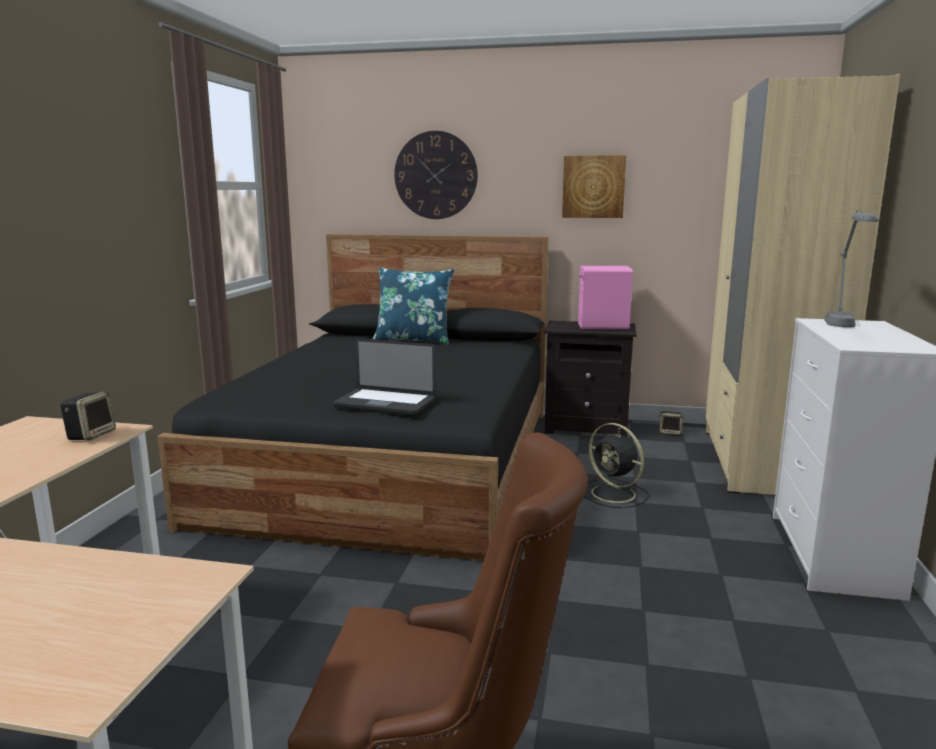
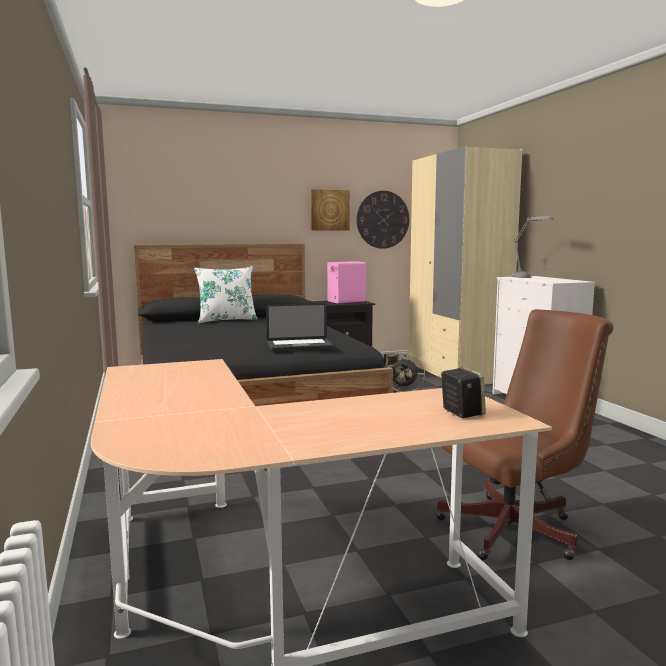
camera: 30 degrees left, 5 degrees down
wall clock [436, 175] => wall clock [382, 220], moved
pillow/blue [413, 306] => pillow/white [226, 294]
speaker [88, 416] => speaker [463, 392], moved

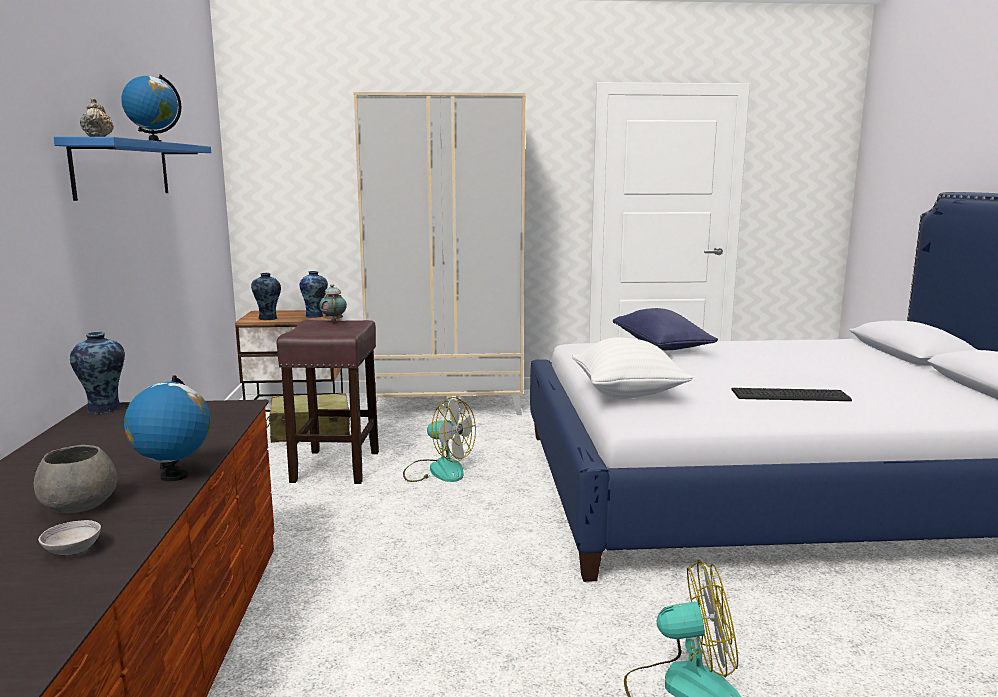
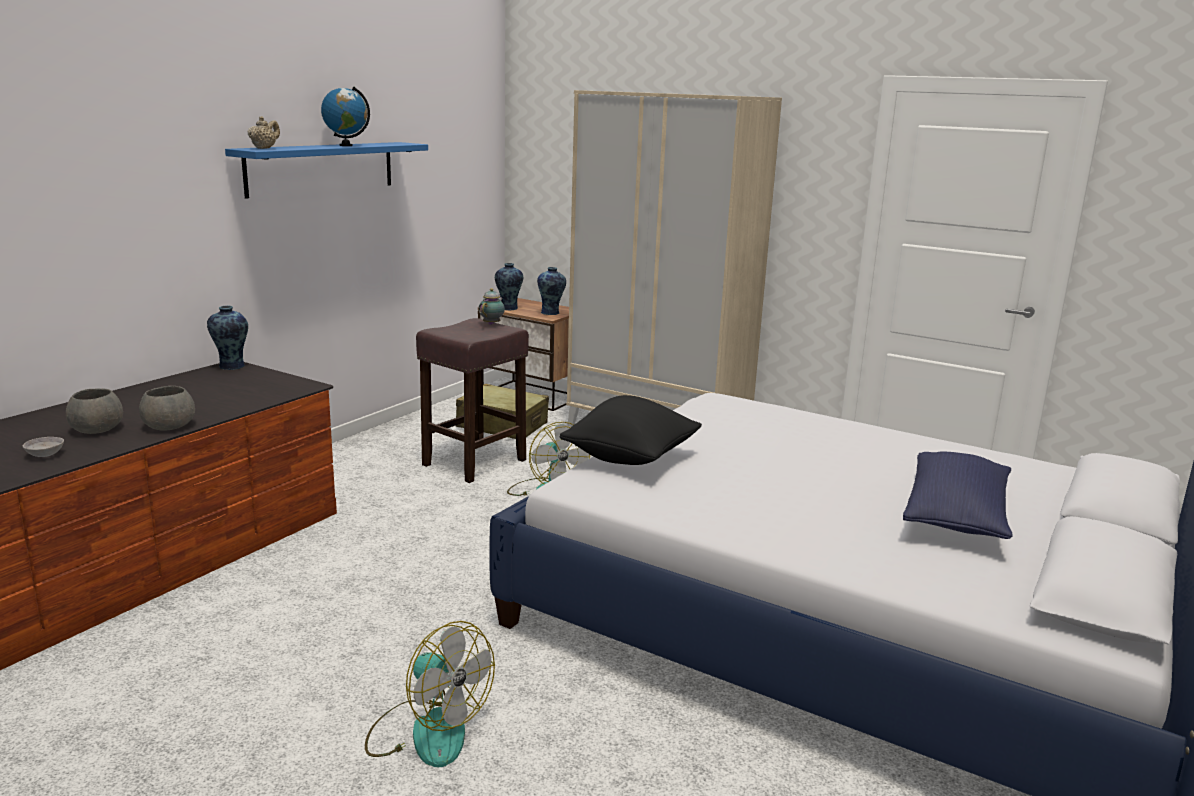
camera: 35 degrees right, 5 degrees up
pillow/blue [665, 329] => pillow/blue [958, 495], moved
pillow/white [632, 368] => pillow/black [630, 430]
globe [167, 428] => bowl/grey [167, 408]
keyboard [791, 394] => nothing

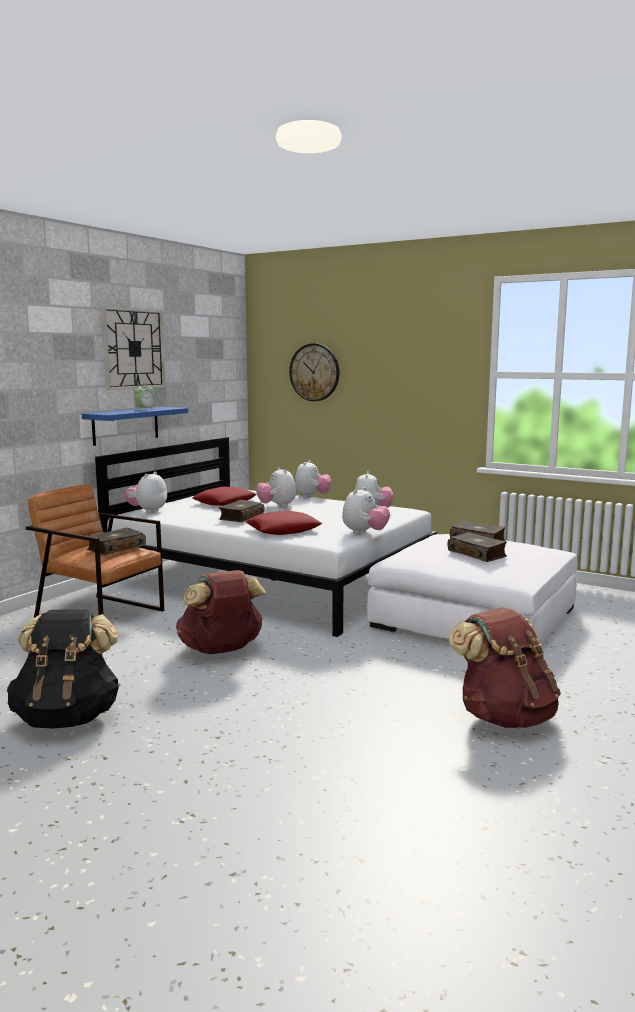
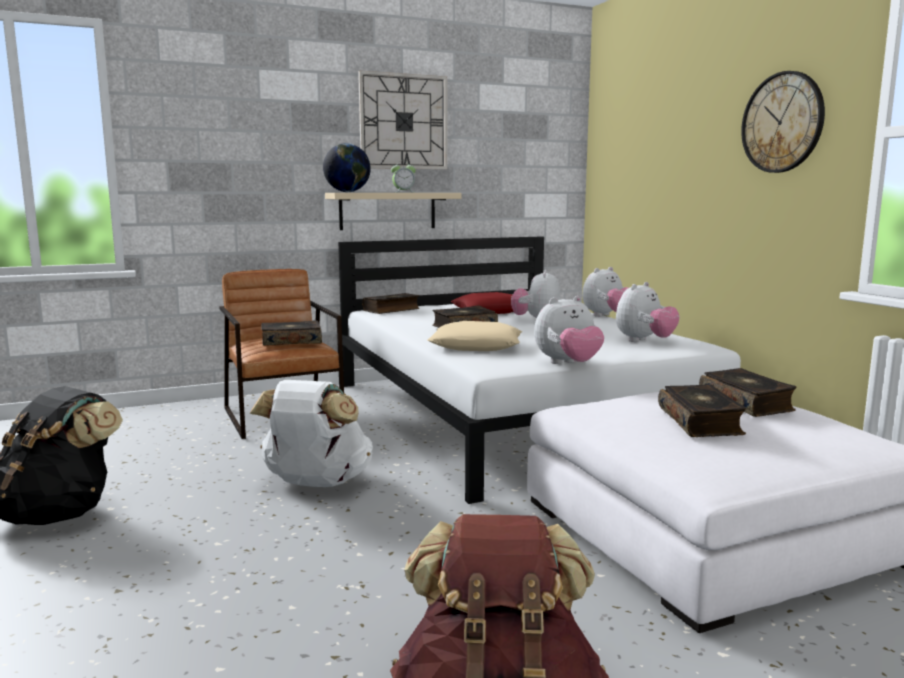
camera: 35 degrees right, 0 degrees up
wall clock [314, 372] => wall clock [783, 122], moved
shelf/blue [135, 426] => shelf/beige [393, 211]
plush toy [145, 492] => book [391, 303]
pillow/red [283, 523] => pillow/beige [474, 336]
backpack/brown [221, 612] => backpack/white [311, 433]
nothing => globe [347, 167]

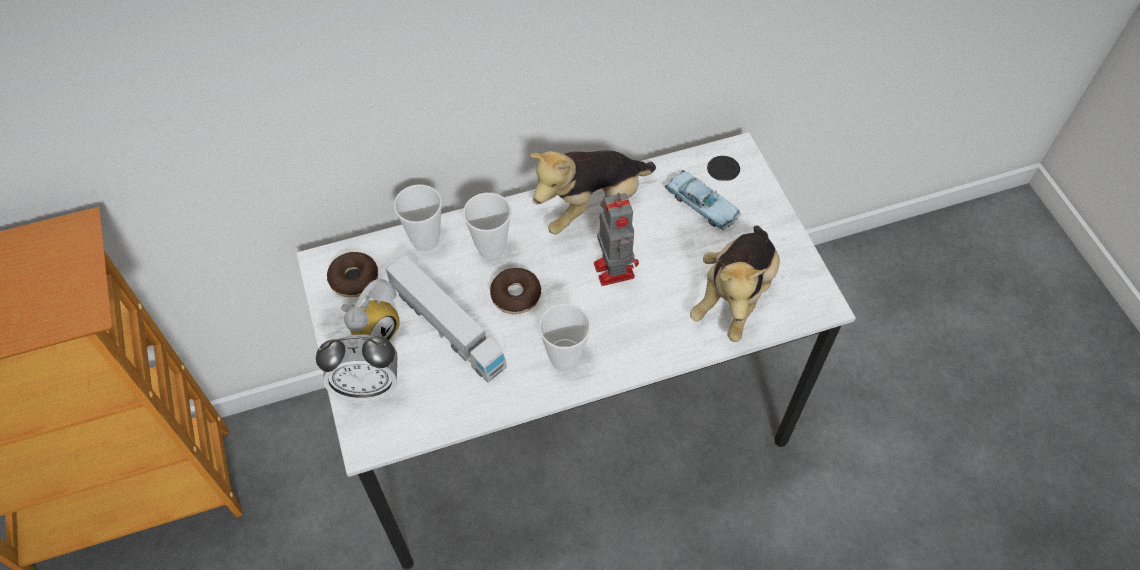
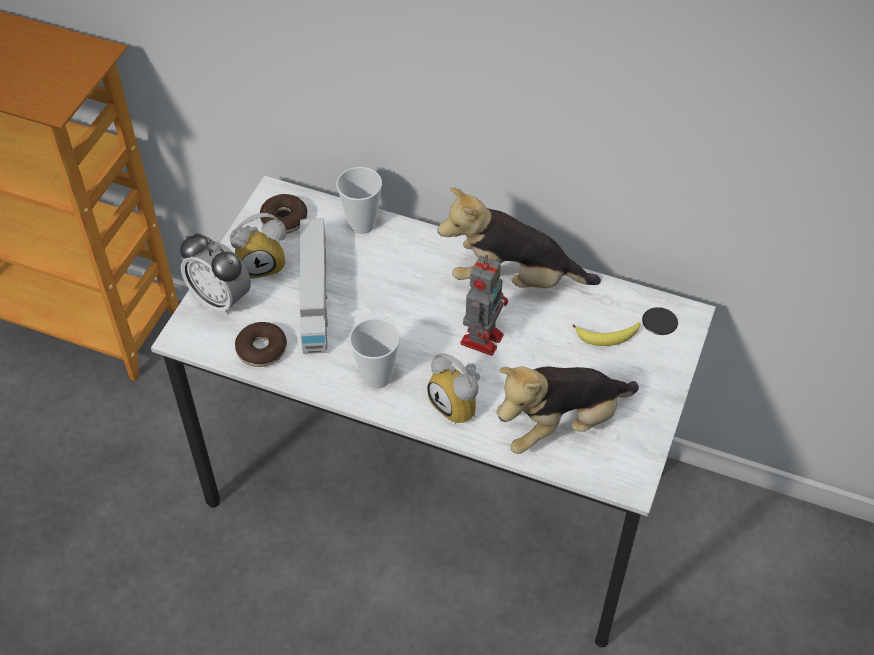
camera: 40 degrees right, 5 degrees down
toy car/blue [702, 200] => banana [607, 334]
cup [487, 226] => nothing
donut [515, 291] => donut [261, 344], moved
nothing => alarm clock [453, 389]

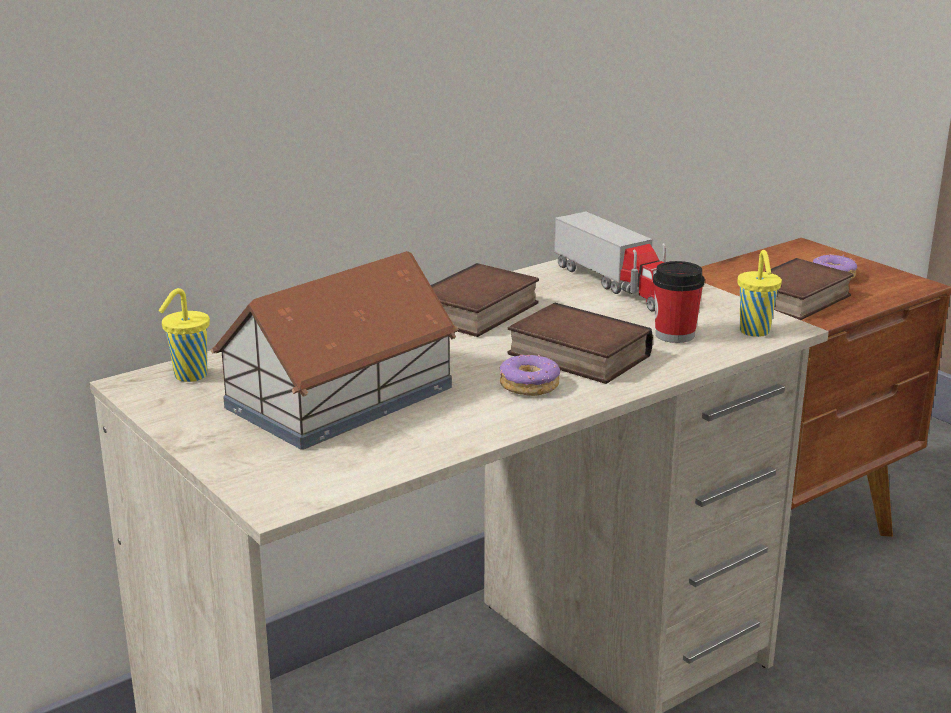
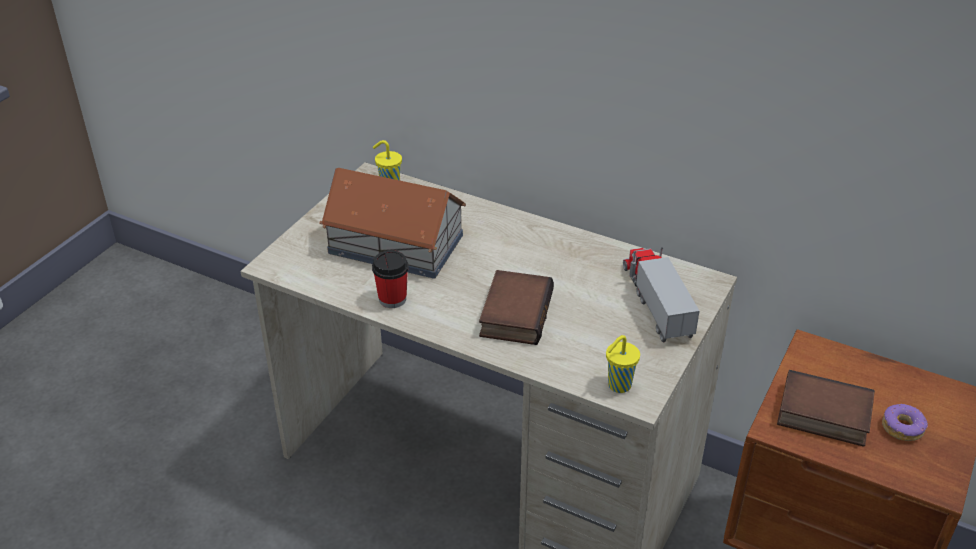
camera: 65 degrees right, 15 degrees up
toy truck [610, 261] => toy truck [661, 294], 135 degrees clockwise
cup [679, 302] => cup [390, 279], moved
book [485, 300] => nothing
donut [530, 375] => nothing

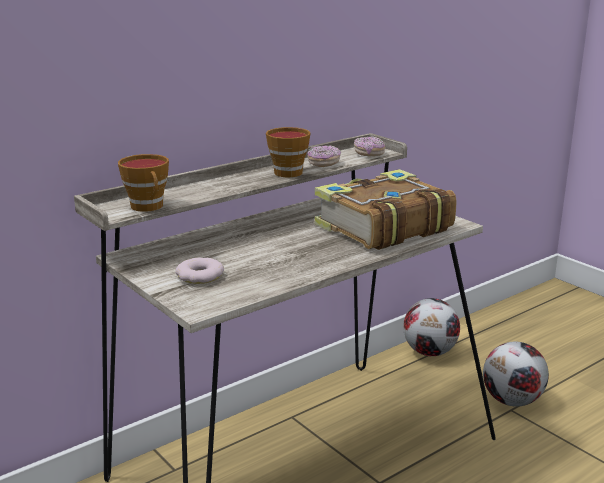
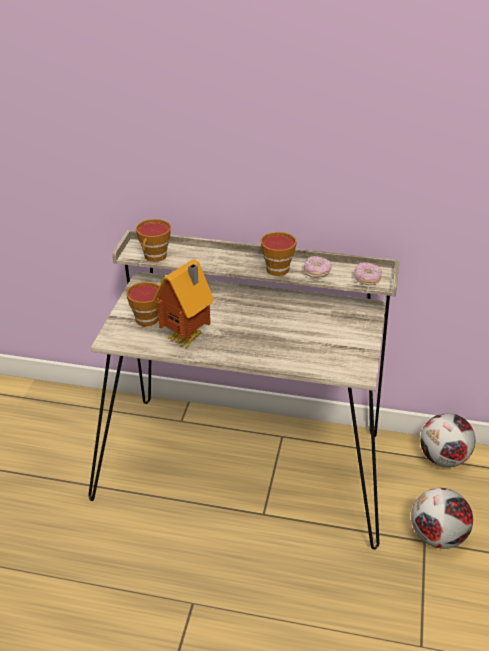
camera: 50 degrees right, 15 degrees up
book [385, 209] => nothing
donut [199, 271] => cup [143, 304]
nothing => toy house [183, 303]

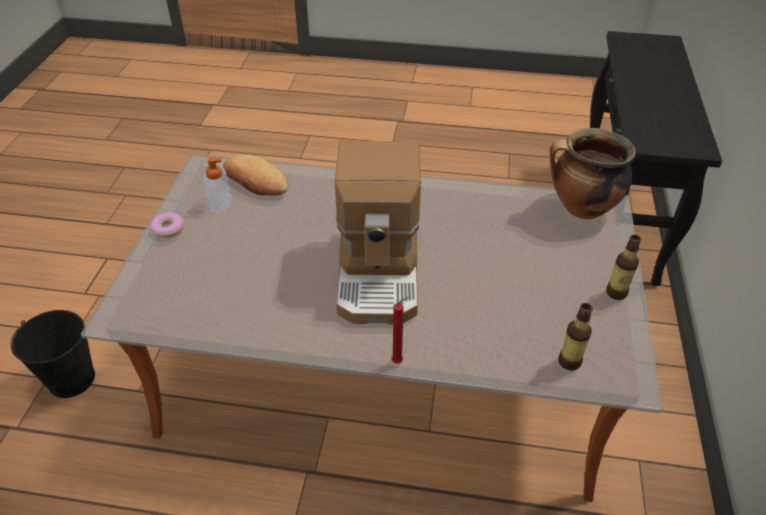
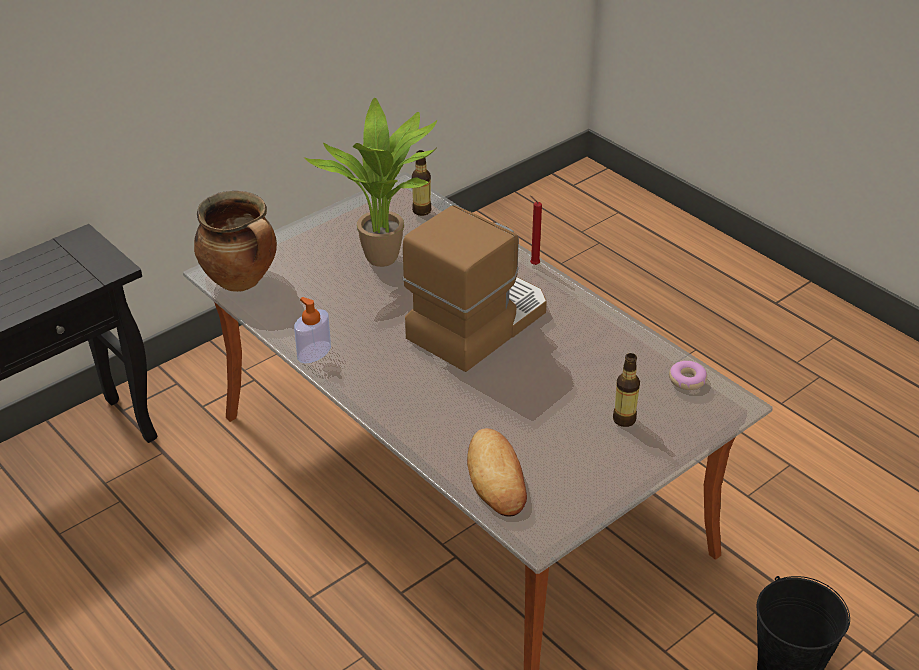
camera: 140 degrees left, 5 degrees down
soap dispenser [217, 185] => soap dispenser [312, 330], moved
donut [167, 225] => donut [688, 375], moved
bottle [623, 267] => bottle [626, 390], moved
nothing => potted plant [370, 182]

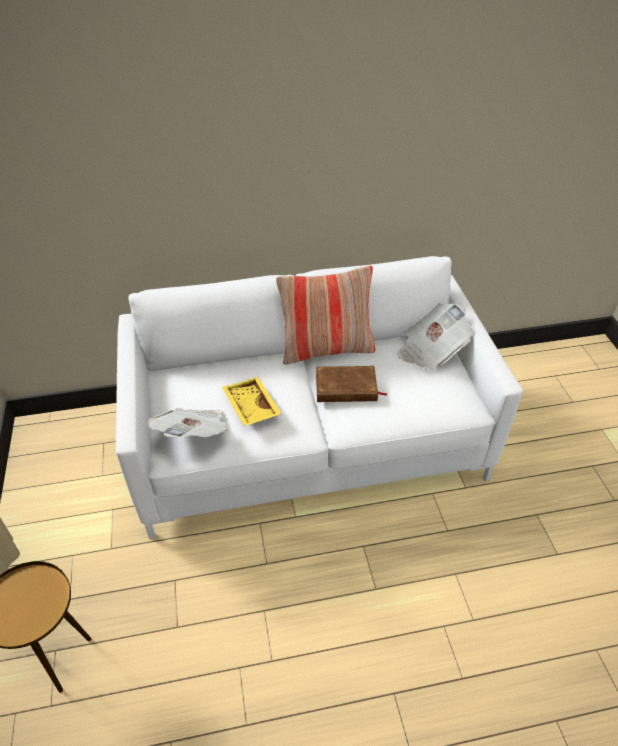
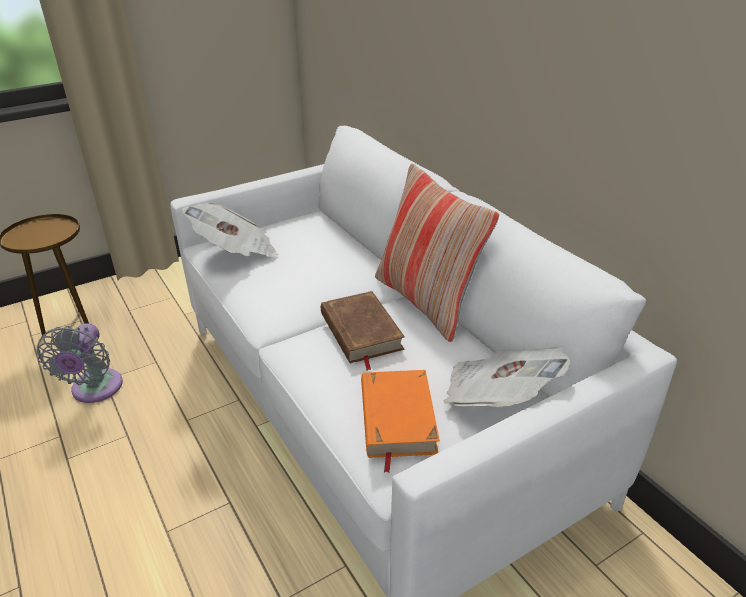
camera: 70 degrees right, 10 degrees down
tray/yellow [252, 401] => nothing
nothing => fan/grey [79, 363]
nothing => book/orange [400, 421]

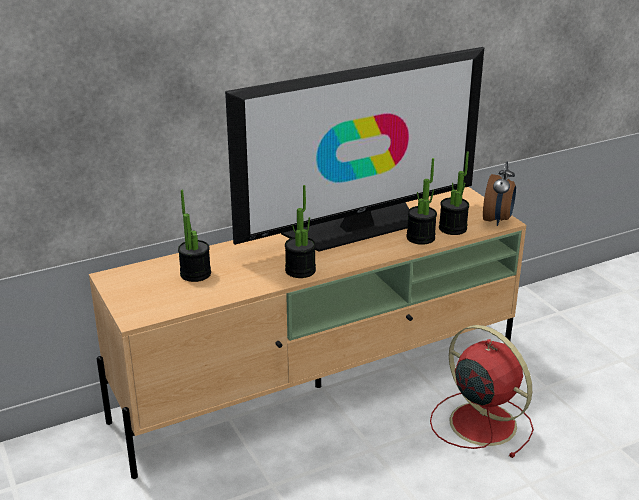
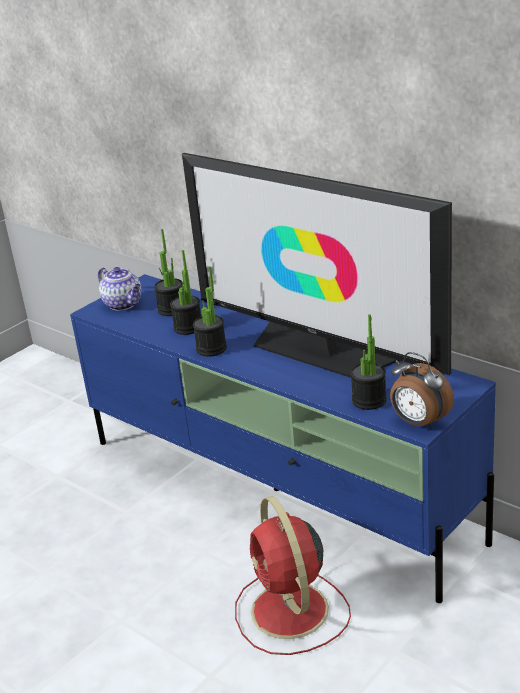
camera: 70 degrees right, 0 degrees up
potted plant [421, 201] => potted plant [185, 292], moved
alarm clock [499, 193] => alarm clock [422, 390], 45 degrees clockwise
tv stand/beige [307, 333] => tv stand/blue [283, 438]
fan/red [482, 391] => fan/red [293, 575], 135 degrees clockwise
nothing => teapot [120, 289]

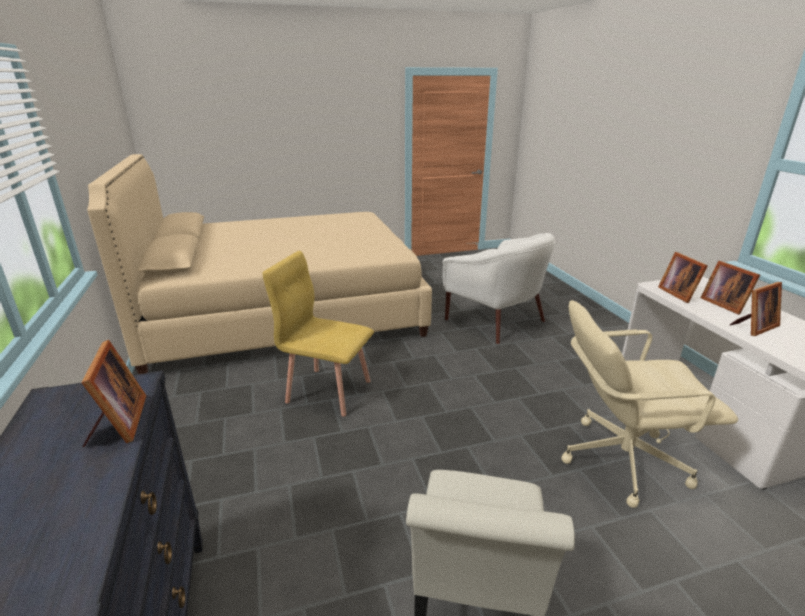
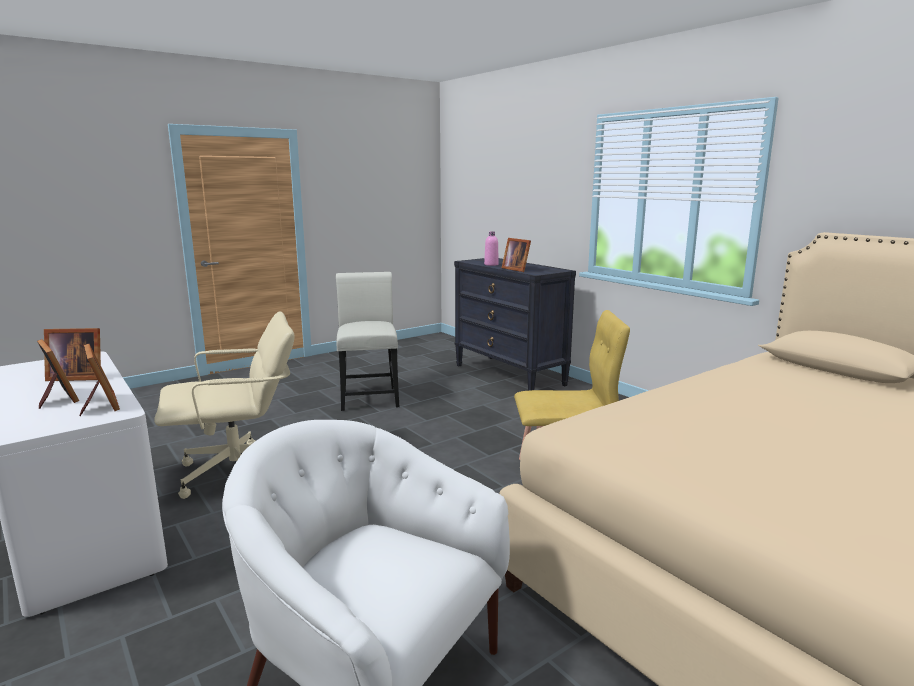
camera: 160 degrees right, 10 degrees down
picture frame [756, 309] => picture frame [72, 354], 135 degrees counterclockwise
nothing => bottle/pink [491, 248]

